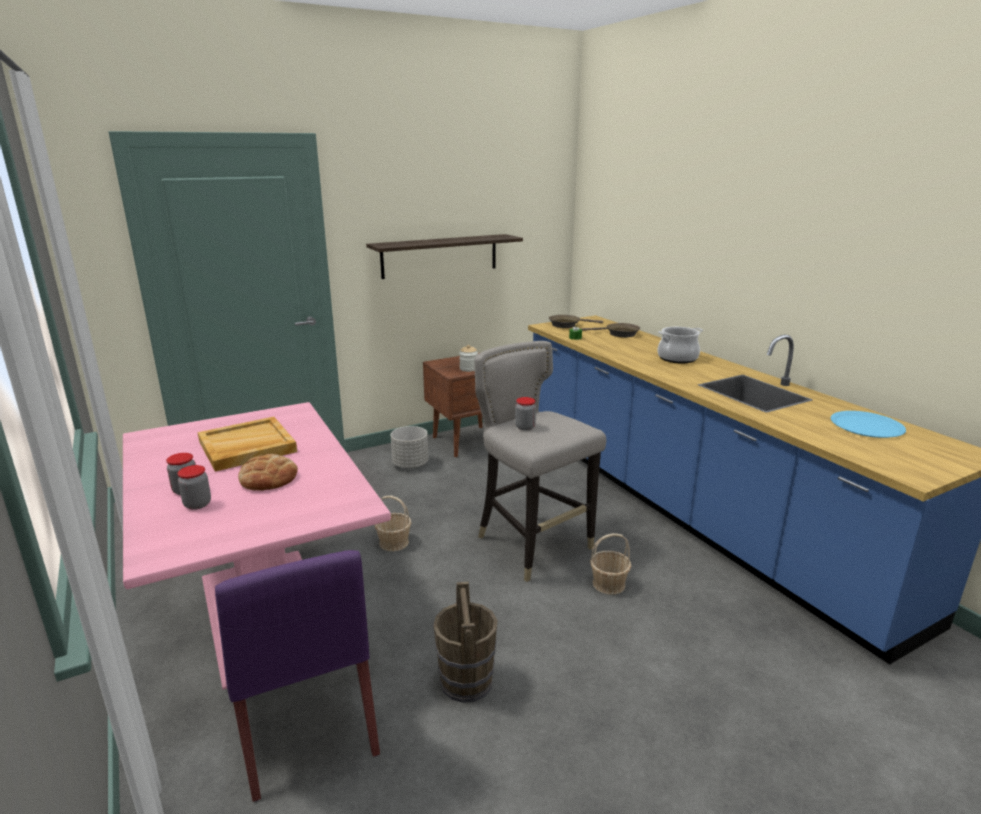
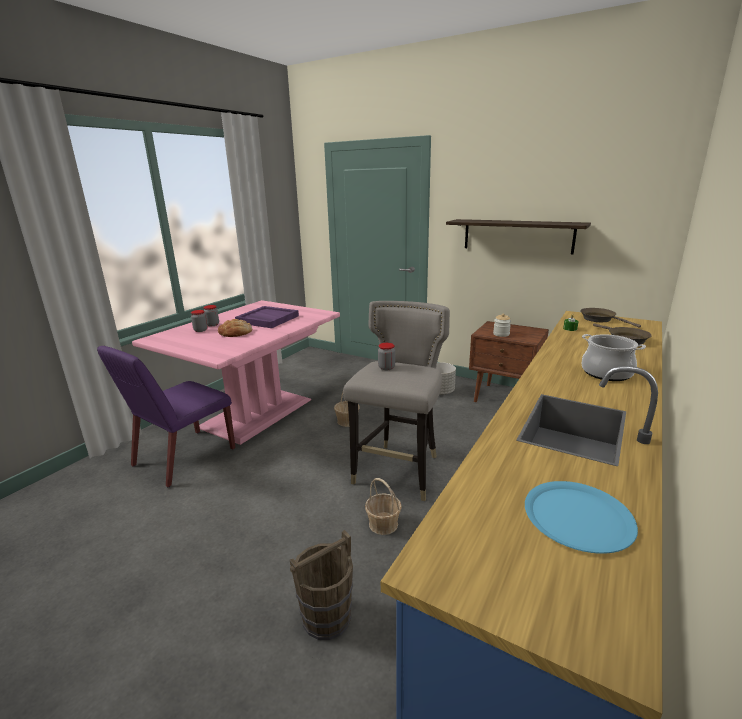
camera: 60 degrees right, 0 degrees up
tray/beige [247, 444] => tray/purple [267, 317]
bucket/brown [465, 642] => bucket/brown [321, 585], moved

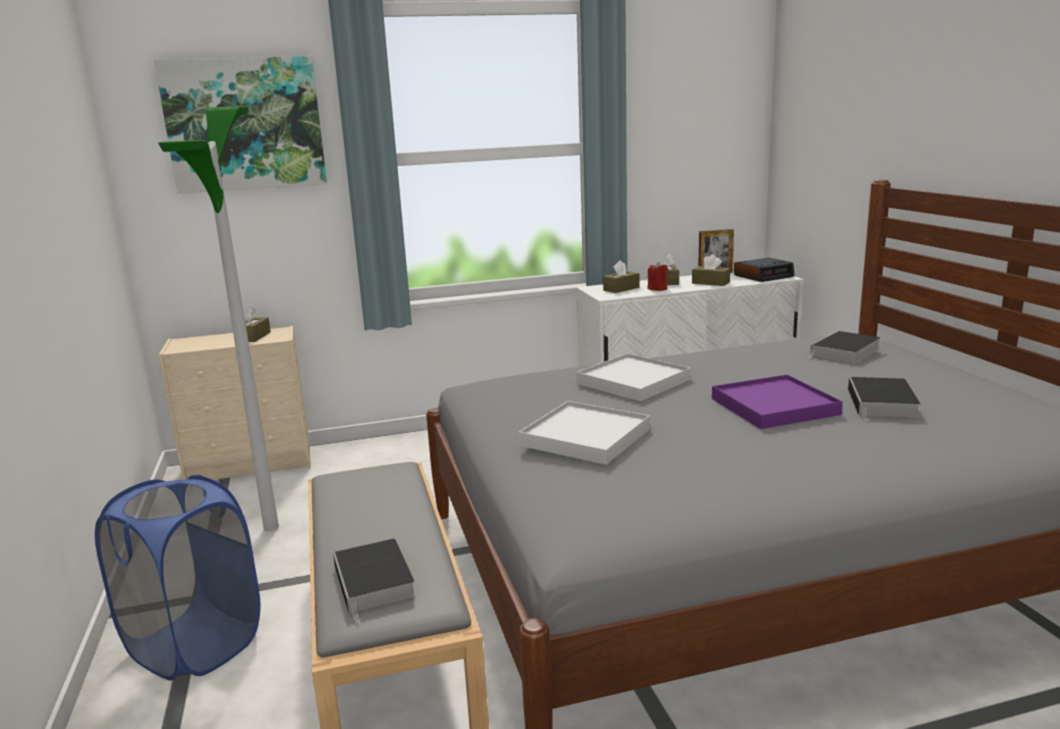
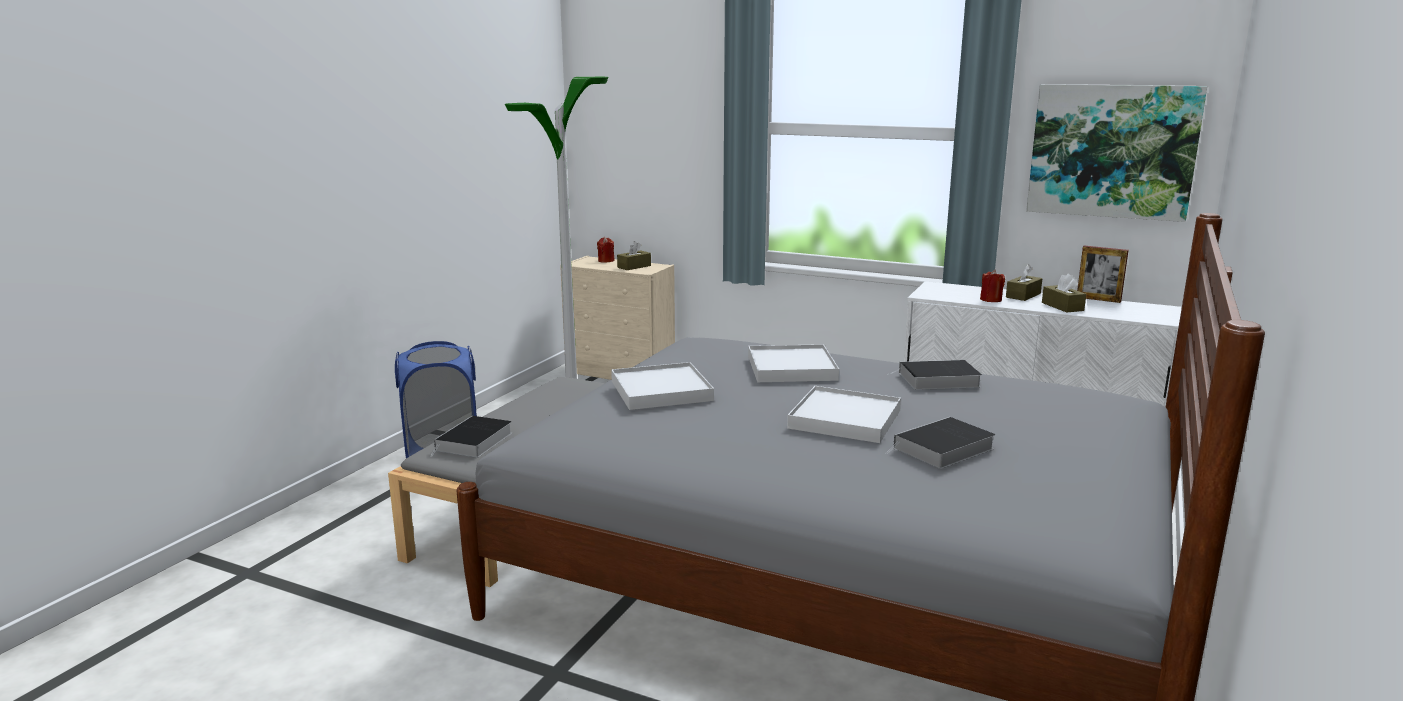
camera: 40 degrees right, 0 degrees up
picture [240, 125] => picture [1116, 153], moved
alarm clock [764, 270] => nothing
tissue box/brown [621, 276] => nothing
book [844, 347] => book [934, 375], moved
tray/purple [777, 402] => tray/white [844, 414]
nothing => candle/red [605, 250]

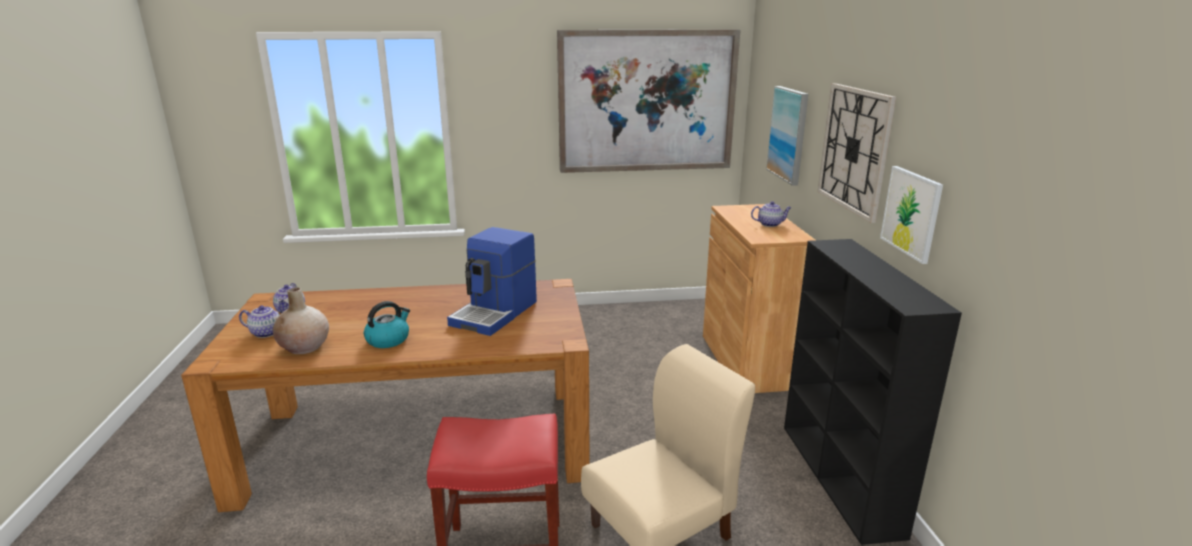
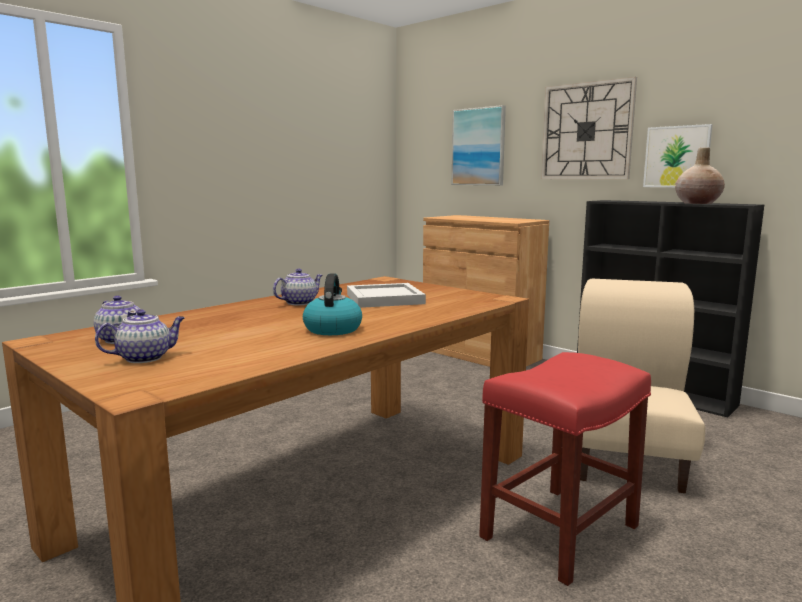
camera: 40 degrees left, 10 degrees down
picture [649, 101] => nothing
teapot [771, 214] => teapot [297, 287], moved
coffee machine [492, 281] => tray/white [386, 295]
vase/beige [301, 320] => vase/beige [700, 175], moved

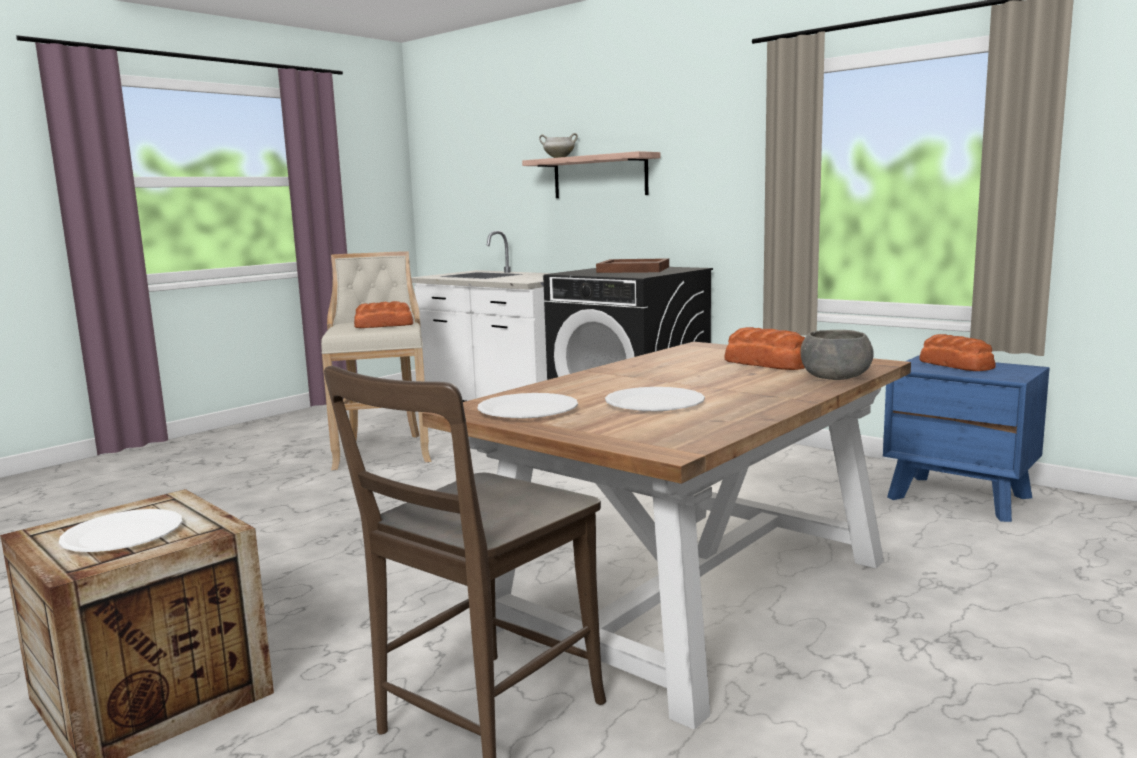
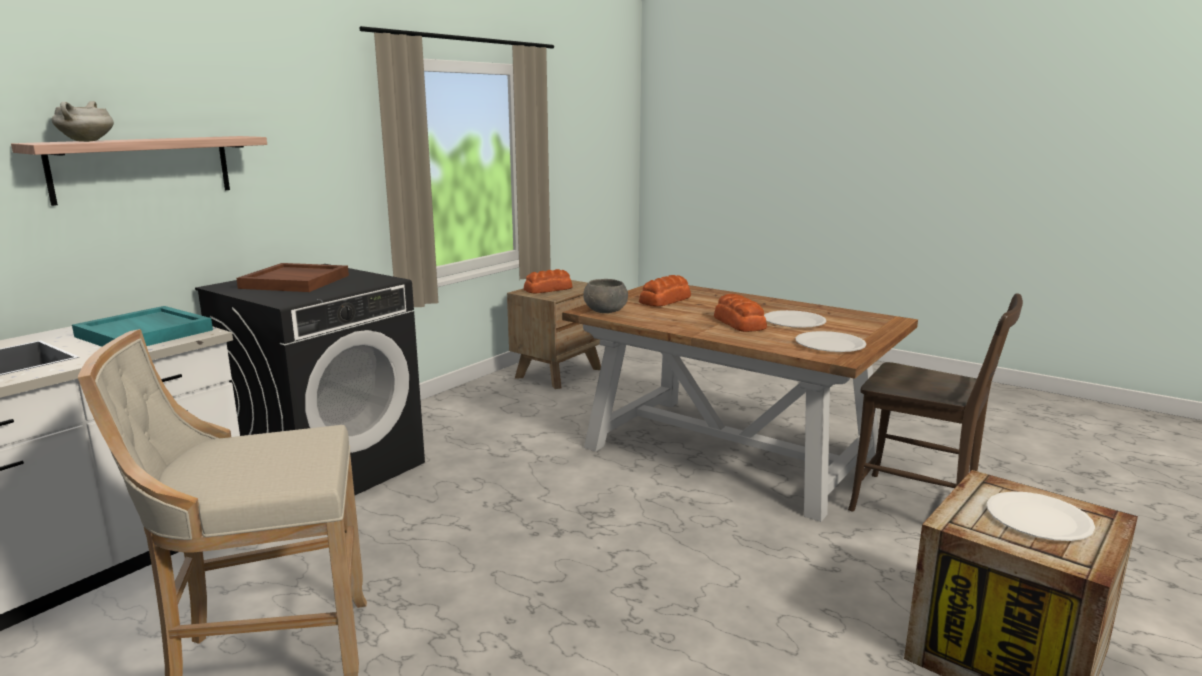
camera: 95 degrees left, 5 degrees up
bread [383, 314] => bread [740, 313], moved
bowl/grey [837, 355] => bowl/grey [605, 296], moved
nightstand/blue [966, 439] => nightstand/brown [554, 334]
nothing => tray/turquoise [142, 326]

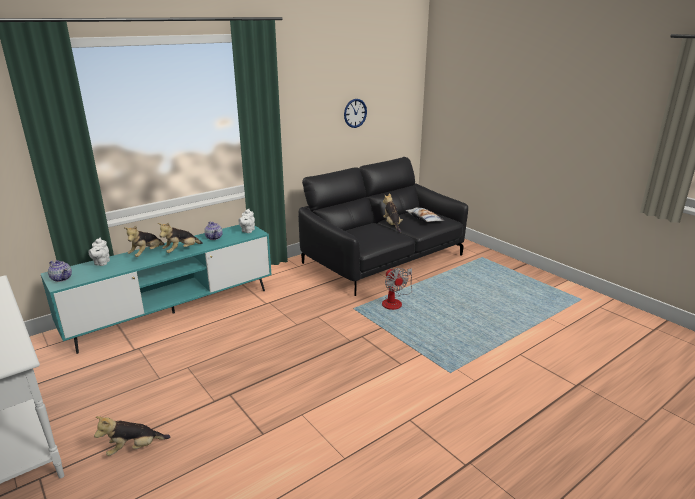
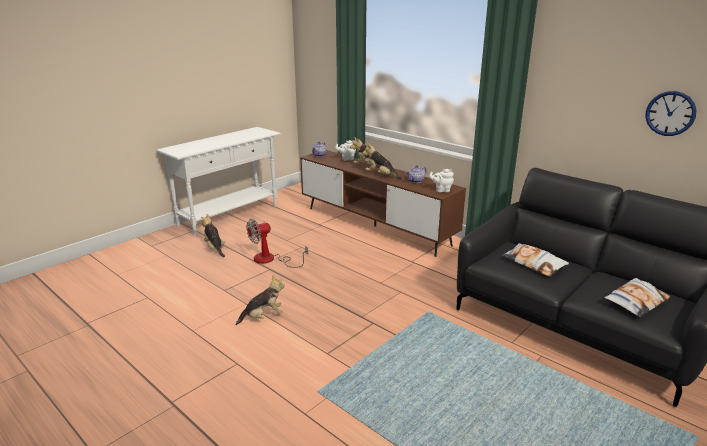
camera: 80 degrees right, 0 degrees up
plush toy [393, 213] => plush toy [260, 300], moved
tv stand/turquoise [155, 289] => tv stand/brown [383, 203]
fan [397, 289] => fan [277, 243], moved
nothing => pillow [535, 260]

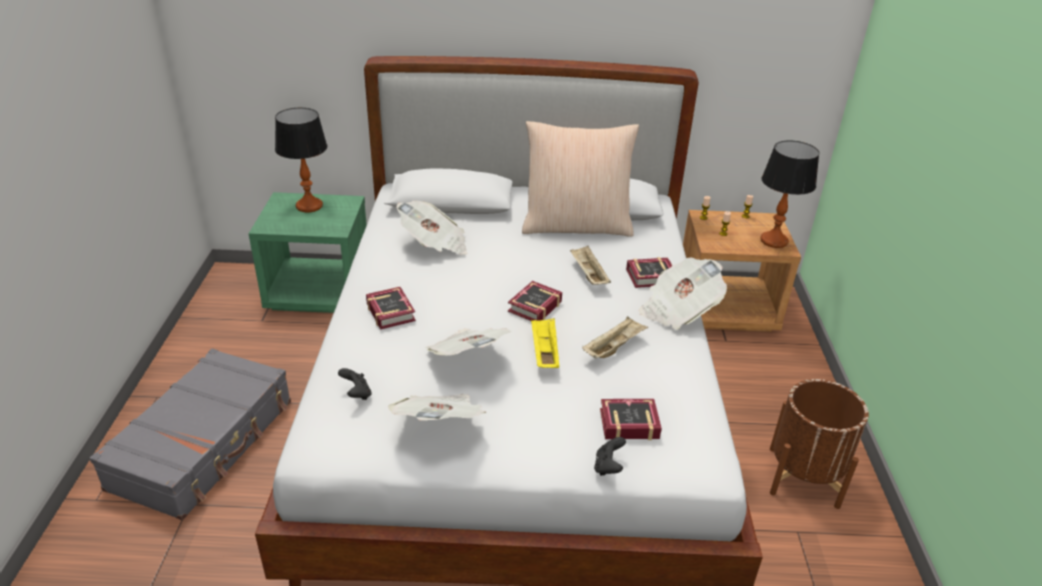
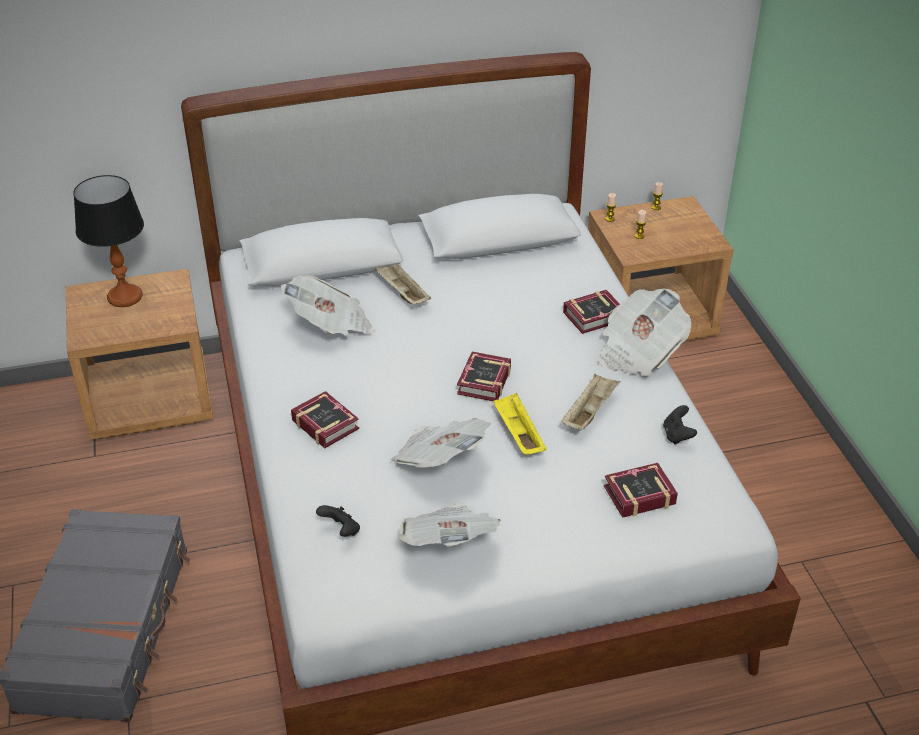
camera: 15 degrees left, 5 degrees up
pillow/beige [580, 179] => nothing
table lamp [789, 194] => nothing
nightstand/green [308, 252] => nightstand/brown [139, 354]
tray/beige [590, 265] => tray/beige [403, 284], moved
planter/brown [819, 444] => nothing
game controller/black [610, 456] => game controller/black [680, 425], moved

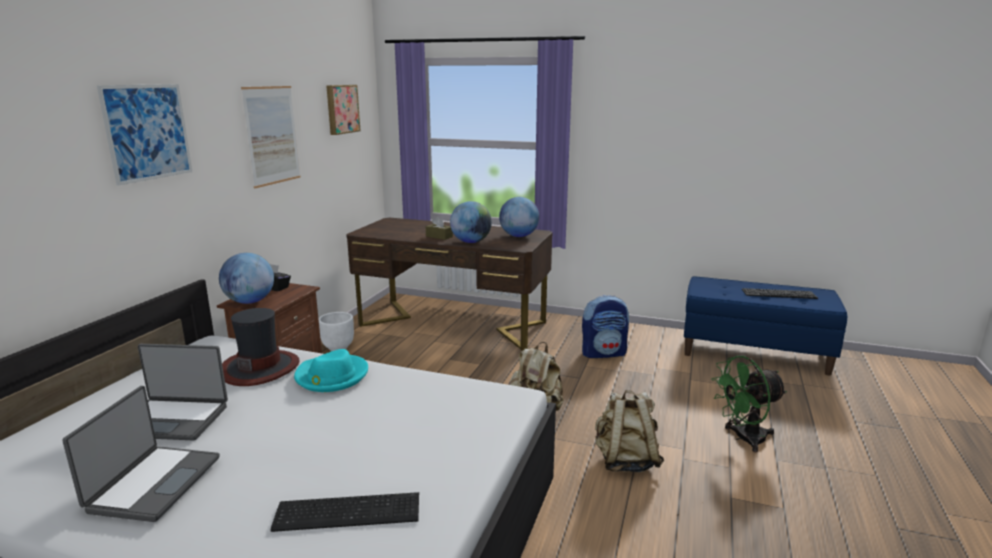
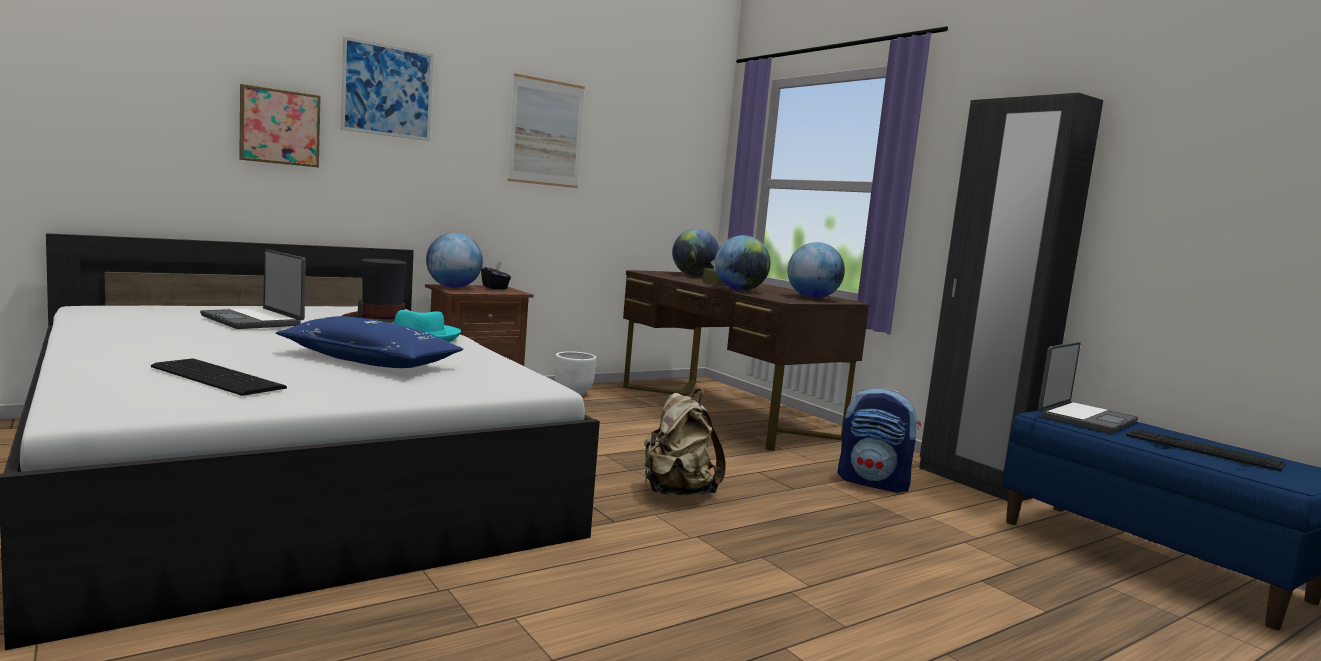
camera: 35 degrees right, 10 degrees down
picture [343, 110] => picture [280, 125], moved
fan/green [749, 404] => nothing
laptop [141, 454] => laptop [1088, 387], moved
backpack/beige [629, 431] => nothing
nothing => wardrobe/black [1011, 297]
nothing => globe [695, 252]
nothing => pillow/blue [369, 342]

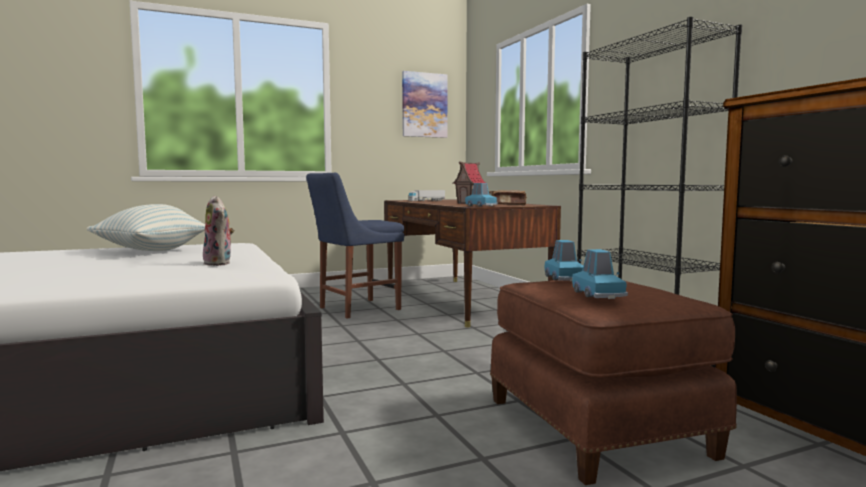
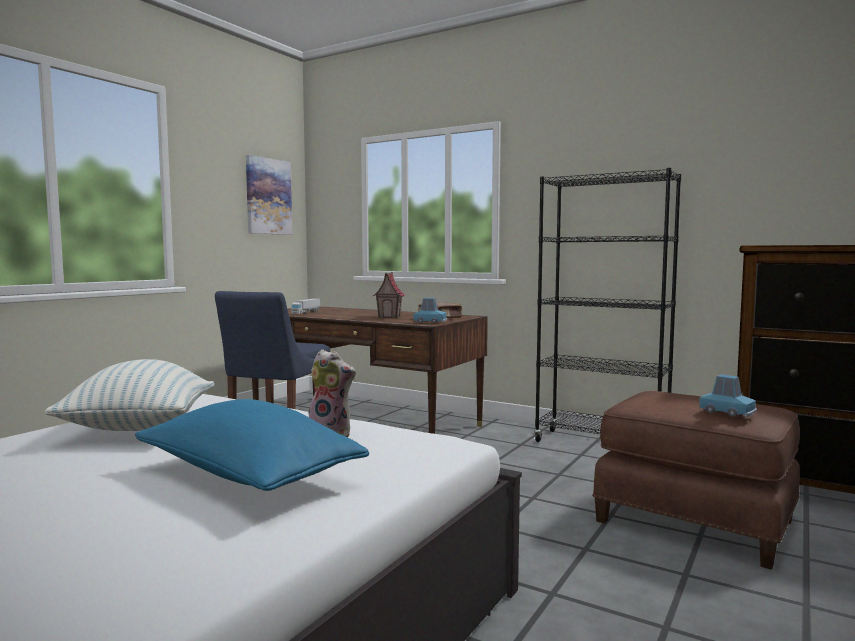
camera: 35 degrees left, 0 degrees up
toy car/blue [564, 260] => nothing
nothing => pillow/blue [252, 445]

